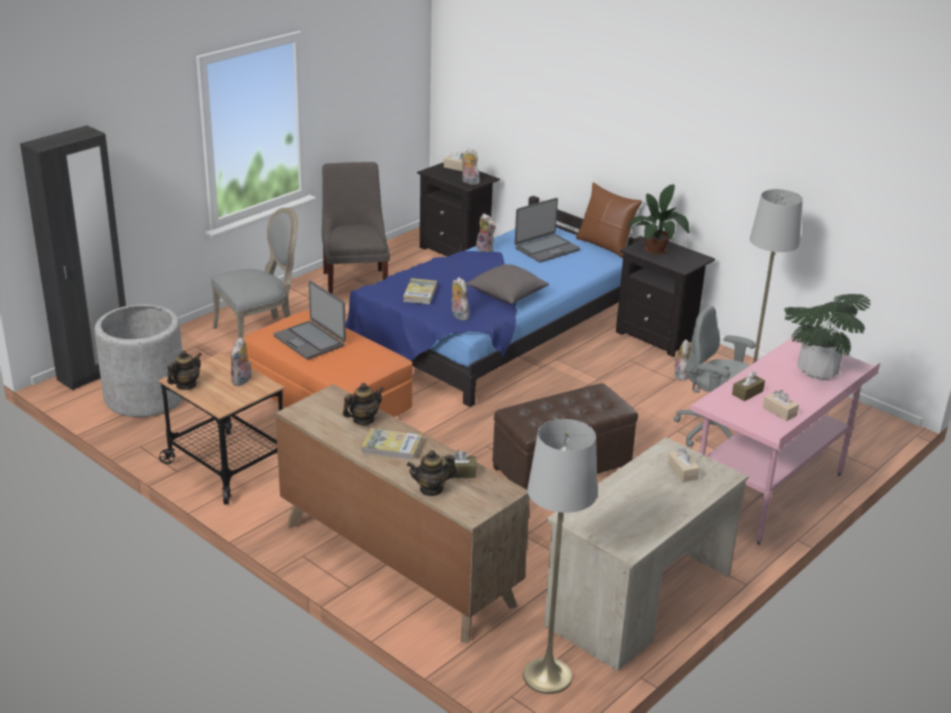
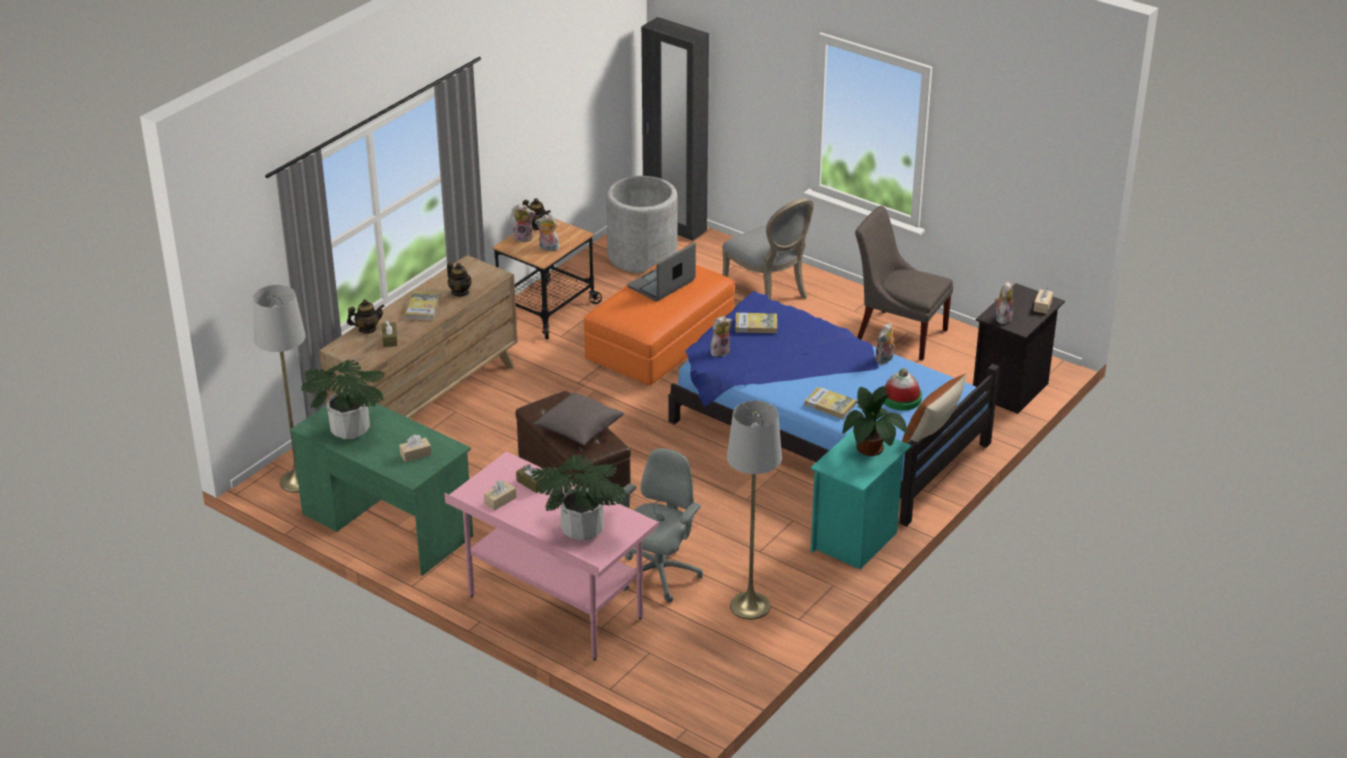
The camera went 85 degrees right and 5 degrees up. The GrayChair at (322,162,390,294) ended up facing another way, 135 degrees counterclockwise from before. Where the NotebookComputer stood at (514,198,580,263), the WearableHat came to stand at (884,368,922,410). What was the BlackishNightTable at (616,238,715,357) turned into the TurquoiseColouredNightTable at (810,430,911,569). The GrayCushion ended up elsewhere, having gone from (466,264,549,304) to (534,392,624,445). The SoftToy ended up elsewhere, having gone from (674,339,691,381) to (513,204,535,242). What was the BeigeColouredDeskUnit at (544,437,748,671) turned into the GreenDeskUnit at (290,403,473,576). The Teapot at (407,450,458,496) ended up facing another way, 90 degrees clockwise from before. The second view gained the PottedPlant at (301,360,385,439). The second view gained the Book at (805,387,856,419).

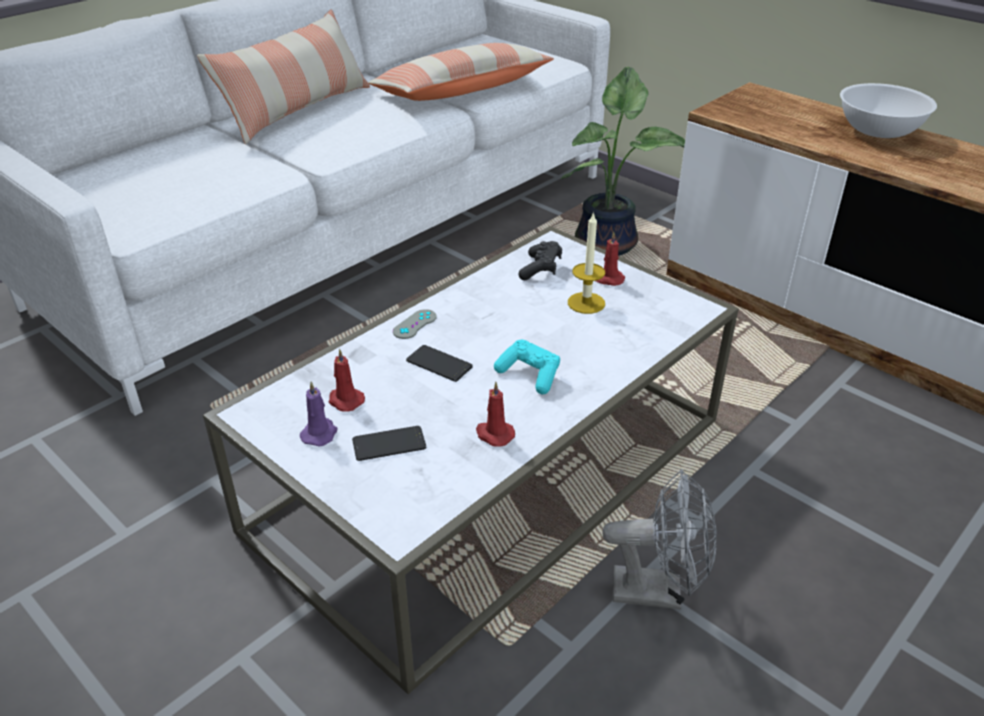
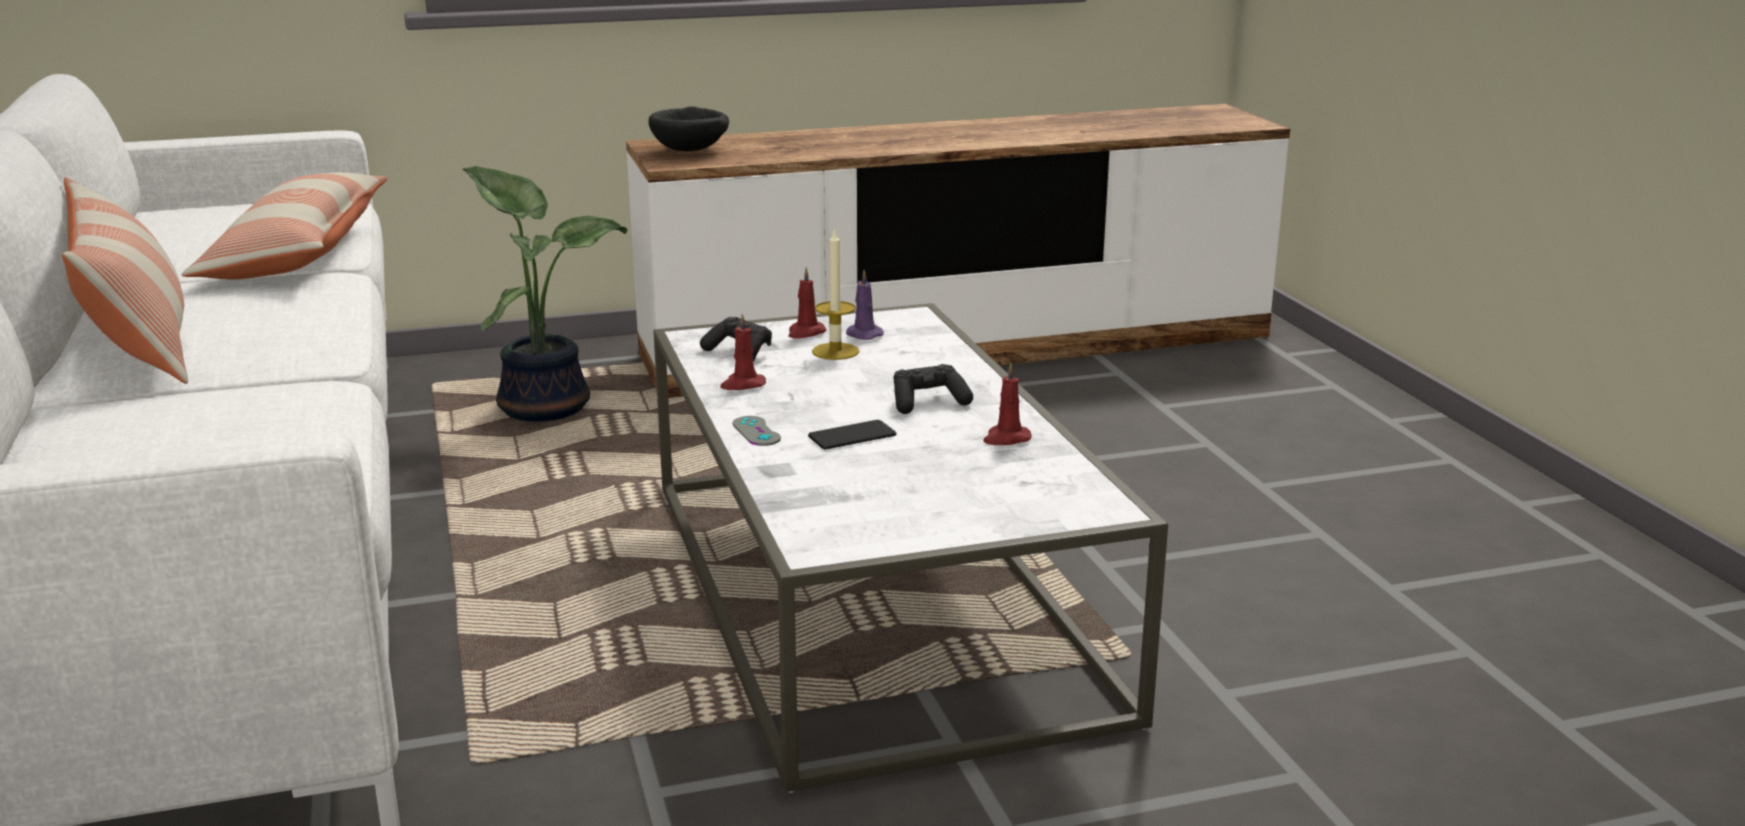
The camera went 60 degrees left and 15 degrees down. The second view lost the WhitishServingBowl at (840,83,937,138). What was the TurquoiseColouredGameController at (494,340,560,395) turned into the BlackishGameController at (893,364,973,414). The RedWaxLight ended up elsewhere, having gone from (328,348,365,412) to (720,314,766,390). The PurpleWaxLight ended up elsewhere, having gone from (300,381,337,446) to (846,270,884,340). The second view lost the Phone at (352,426,426,461). The second view lost the GrayFan at (602,469,717,609). The second view gained the BlackishServingBowl at (648,106,729,151).

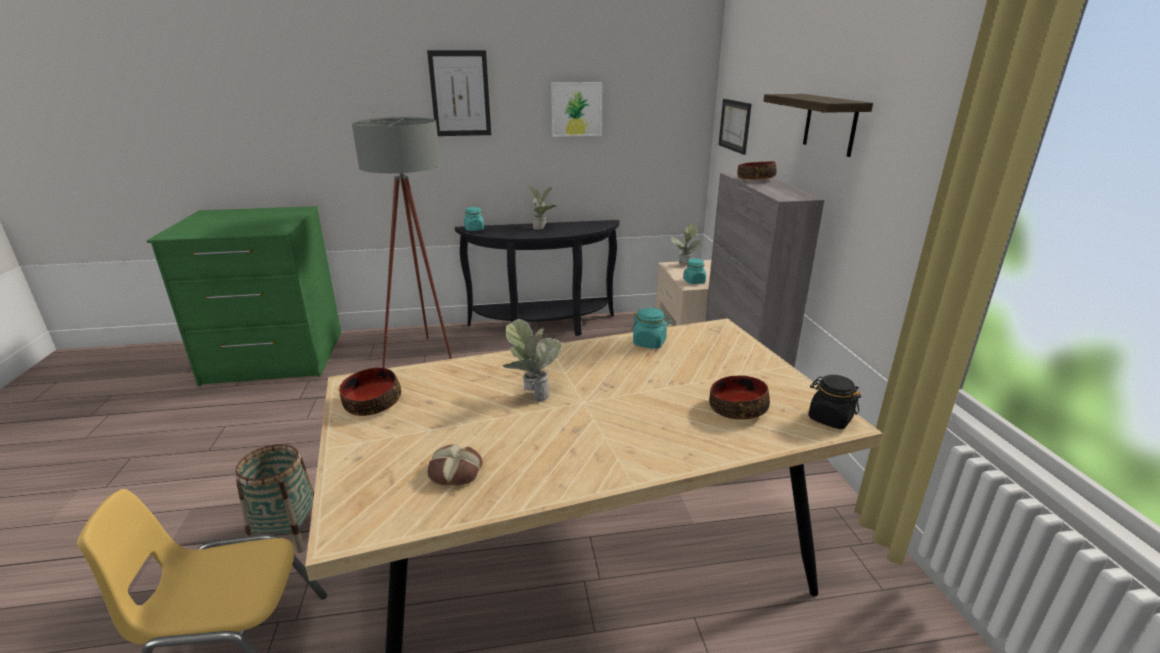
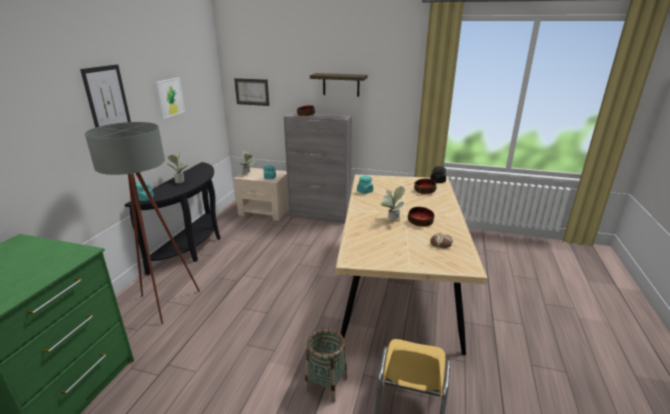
The camera went 65 degrees left and 0 degrees up. The ServingBowl ended up elsewhere, having gone from (339,367,401,416) to (408,207,434,227).

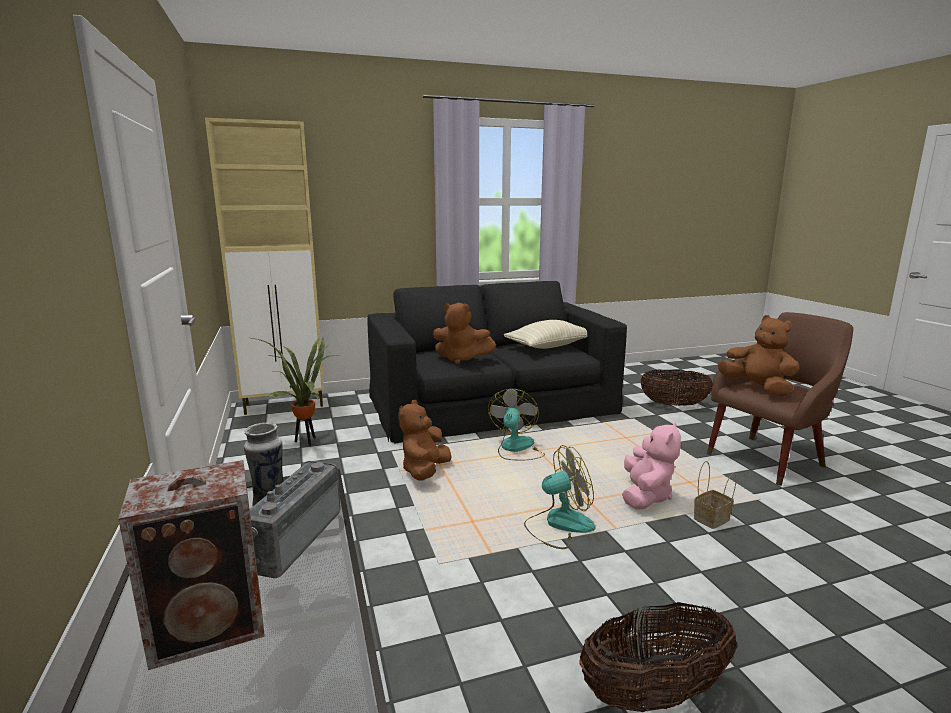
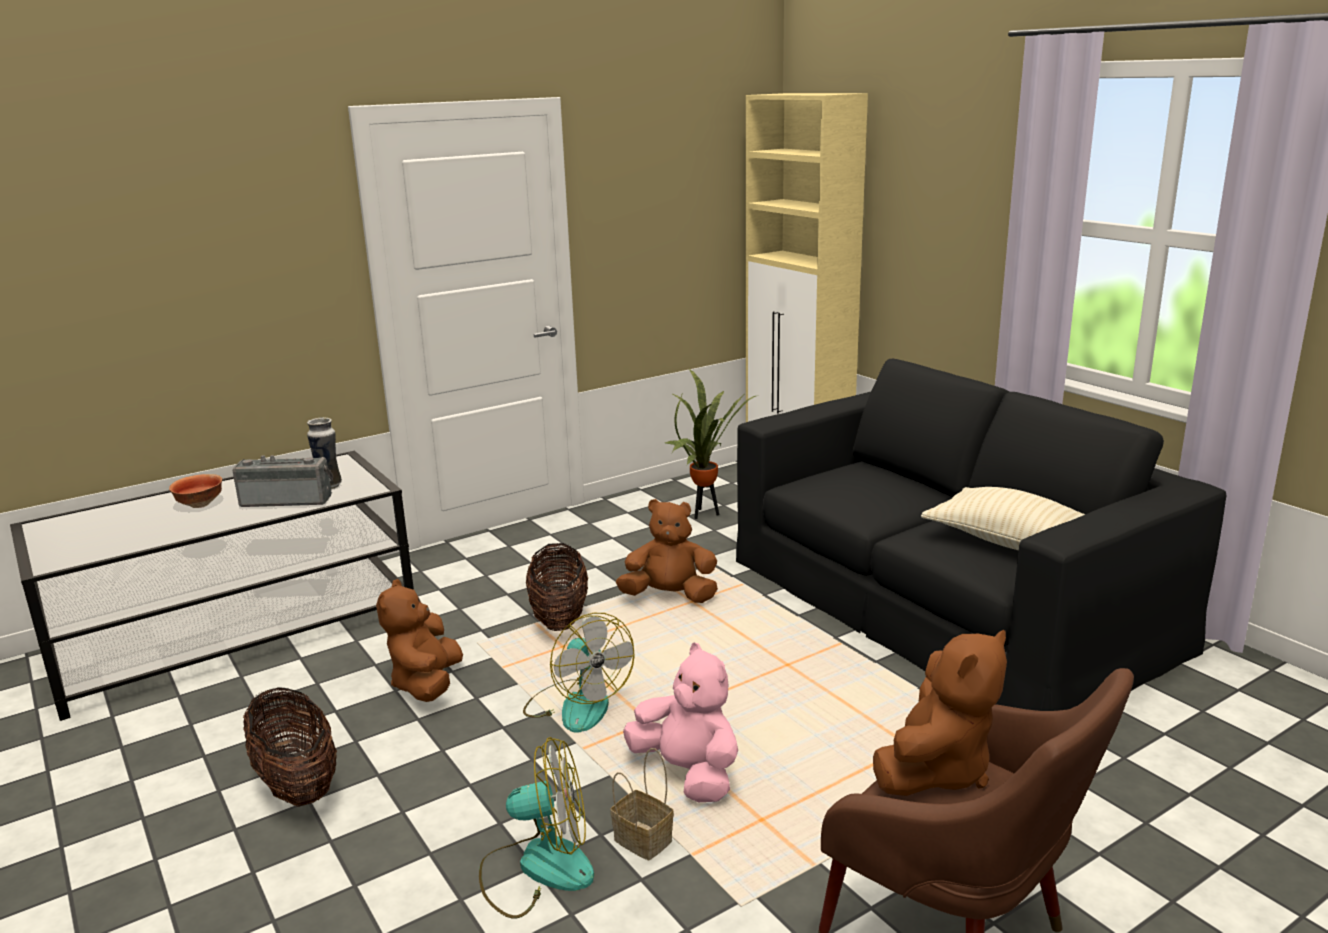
The camera went 75 degrees right and 5 degrees up. The BrownColouredSoftToy ended up elsewhere, having gone from (433,303,496,365) to (376,579,463,702). The Basket ended up elsewhere, having gone from (640,369,713,406) to (526,543,588,631). The Fan ended up elsewhere, having gone from (488,389,545,461) to (479,737,594,919). The PinkColouredSoftToy at (622,422,681,510) ended up facing another way, 135 degrees counterclockwise from before. Where the Loudspeaker stood at (118,460,265,670), the ServingBowl came to stand at (169,474,222,508).

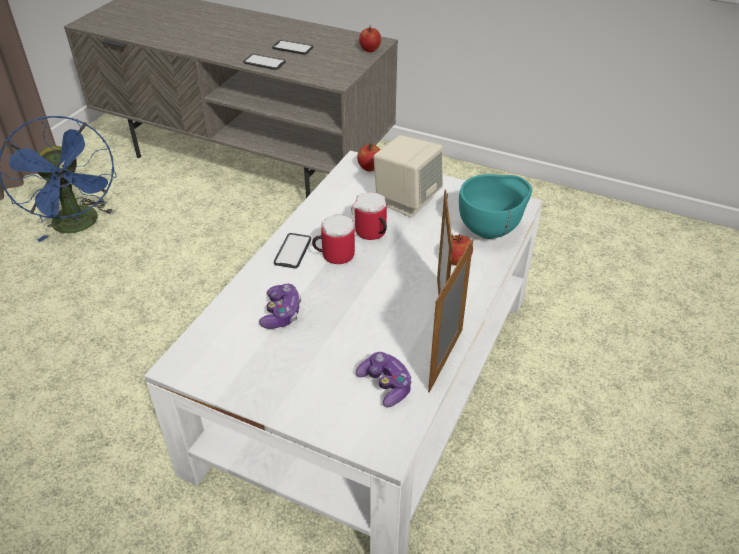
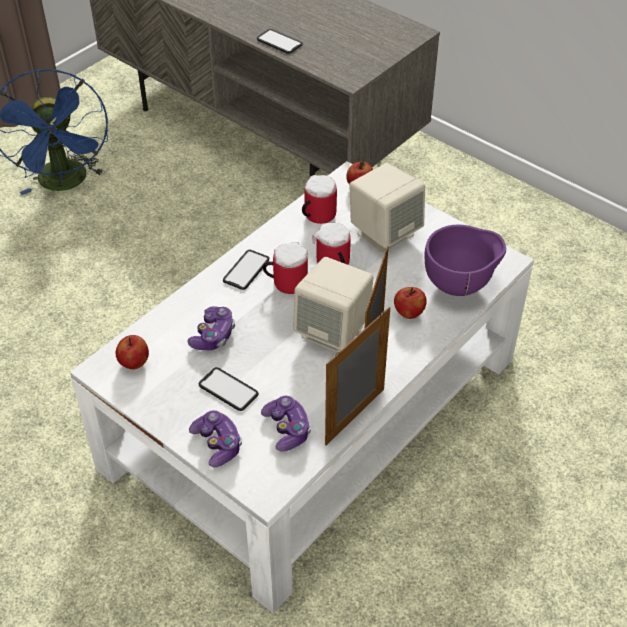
The camera went 15 degrees right and 5 degrees up. The WholeApple ended up elsewhere, having gone from (359,25,381,52) to (116,335,149,369). The Phone ended up elsewhere, having gone from (272,40,313,55) to (198,367,259,411). What was the TurquoiseColouredServingBowl at (459,174,532,239) turned into the PurpleServingBowl at (425,225,506,296). The second view gained the Mug at (302,175,337,224). The second view gained the BeigeColouredLoudspeaker at (293,257,374,353). The second view gained the GameController at (189,410,242,467).

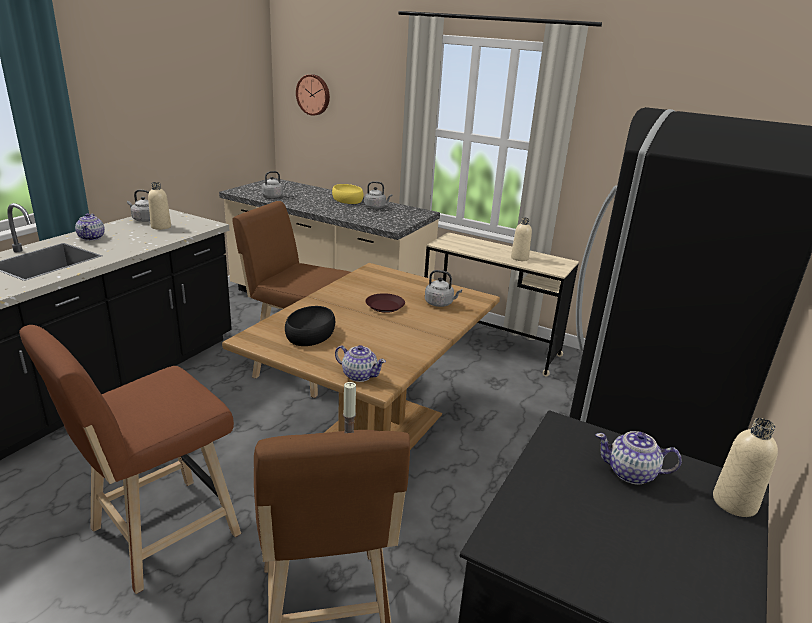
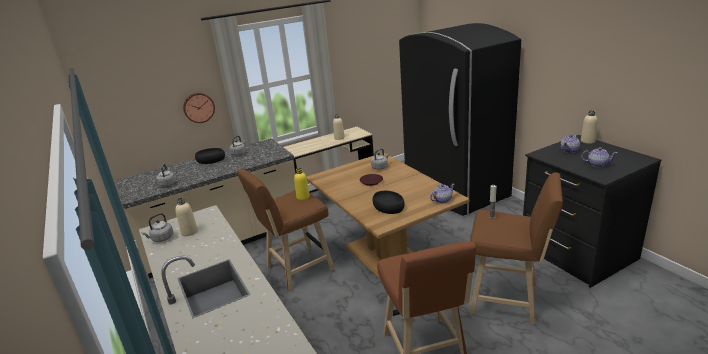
The camera went 55 degrees left and 0 degrees up. The WallClock ended up elsewhere, having gone from (296,74,330,116) to (183,93,215,123). What was the YellowishServingBowl at (332,184,364,204) turned into the BlackishServingBowl at (195,148,225,164). The Teapot ended up elsewhere, having gone from (75,213,105,241) to (581,147,617,167). The second view gained the YellowishDrinkBottle at (294,168,310,200).

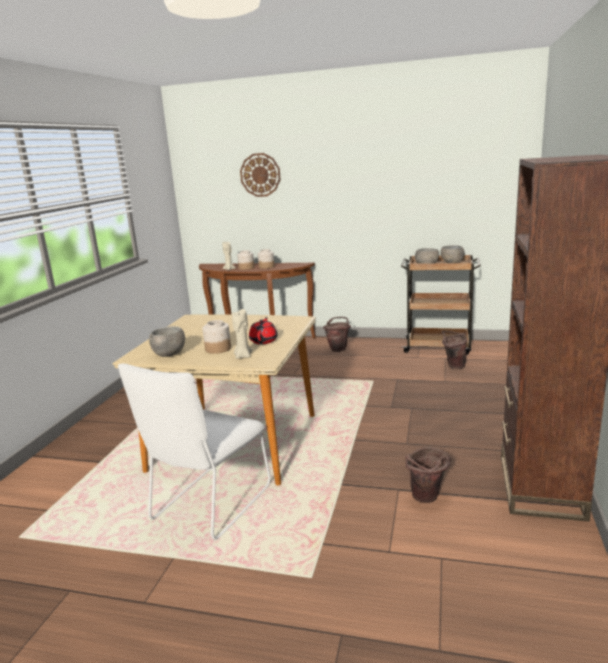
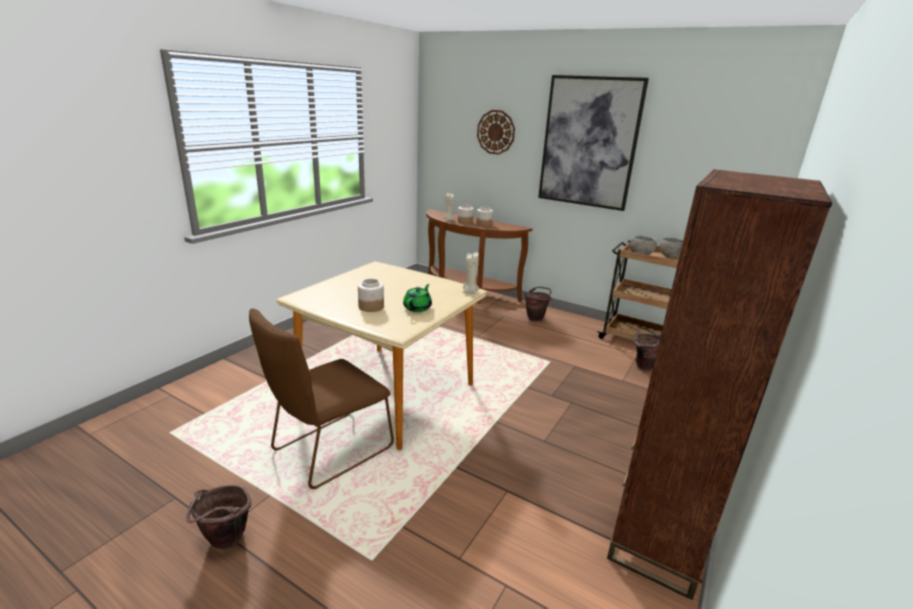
The camera went 15 degrees right and 5 degrees up. The BeigeColouredWaxLight ended up elsewhere, having gone from (232,309,252,359) to (463,252,479,294). What was the RedTeapot at (249,317,278,344) turned into the GreenTeapot at (403,284,432,312). The second view lost the GrayServingBowl at (149,326,185,357). What was the WhitishChair at (118,363,271,540) turned into the BrownColouredChair at (249,309,394,489). The BrownColouredWaterBucket ended up elsewhere, having gone from (405,447,451,503) to (186,485,252,549). The second view gained the WallArt at (538,75,649,211).

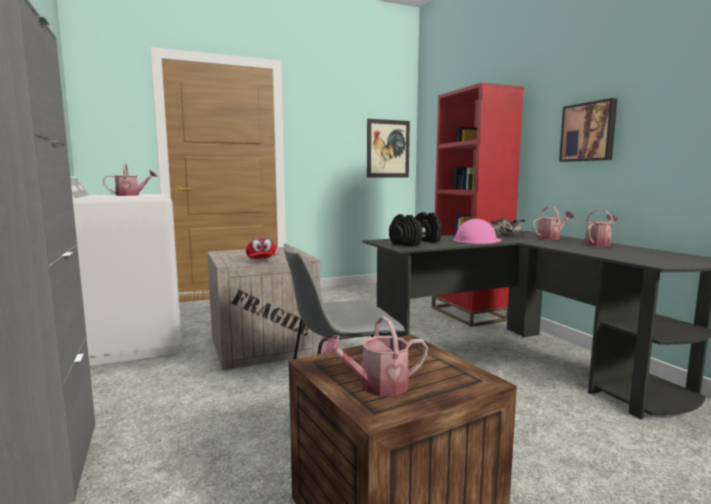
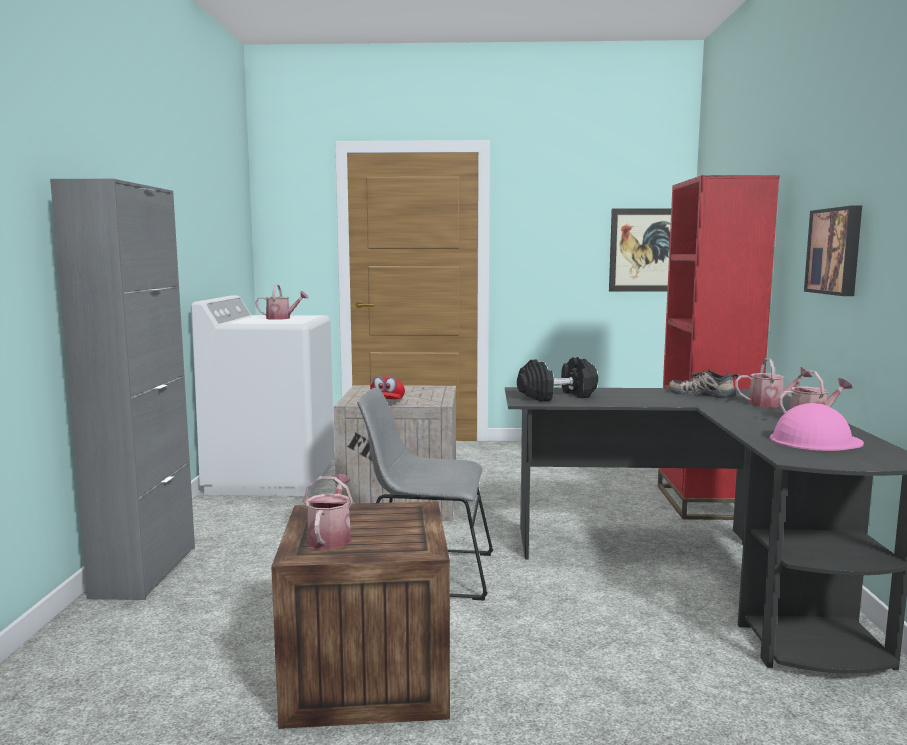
The camera went 25 degrees right and 0 degrees up. The PinkColouredSafetyHelmet ended up elsewhere, having gone from (453,219,501,244) to (770,403,864,451). The SprinklingCan at (322,316,428,396) ended up facing another way, 90 degrees clockwise from before.

